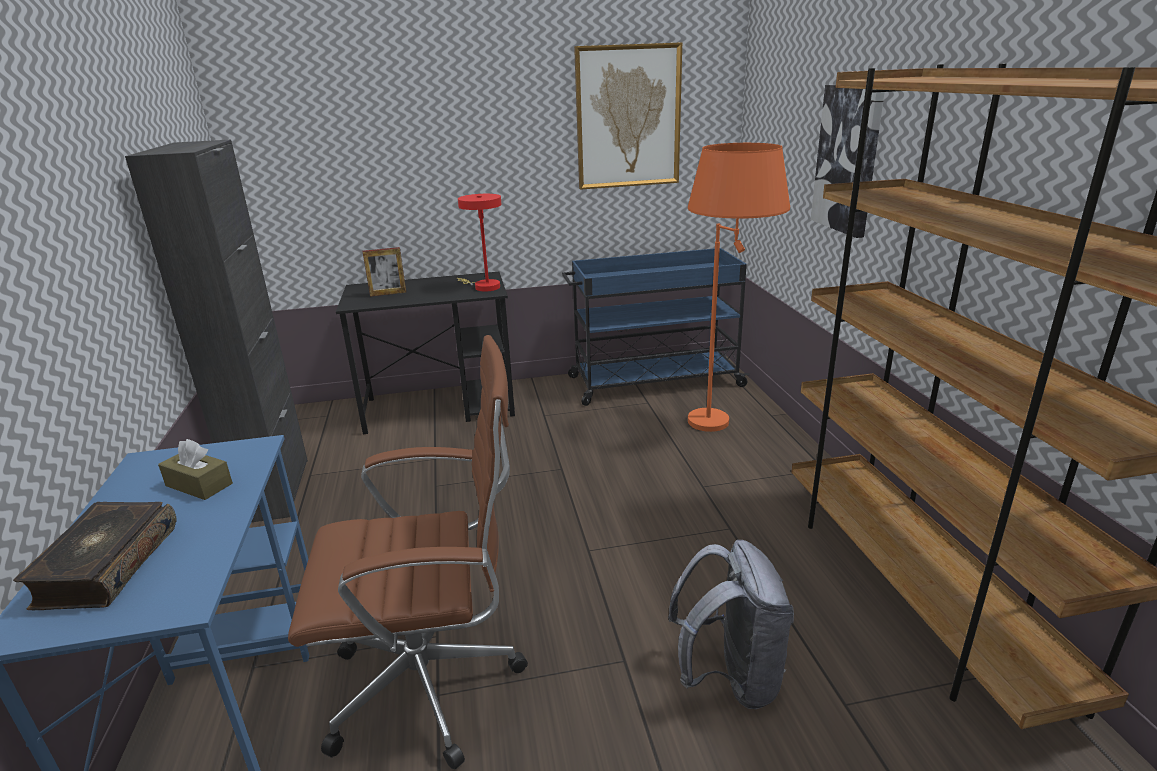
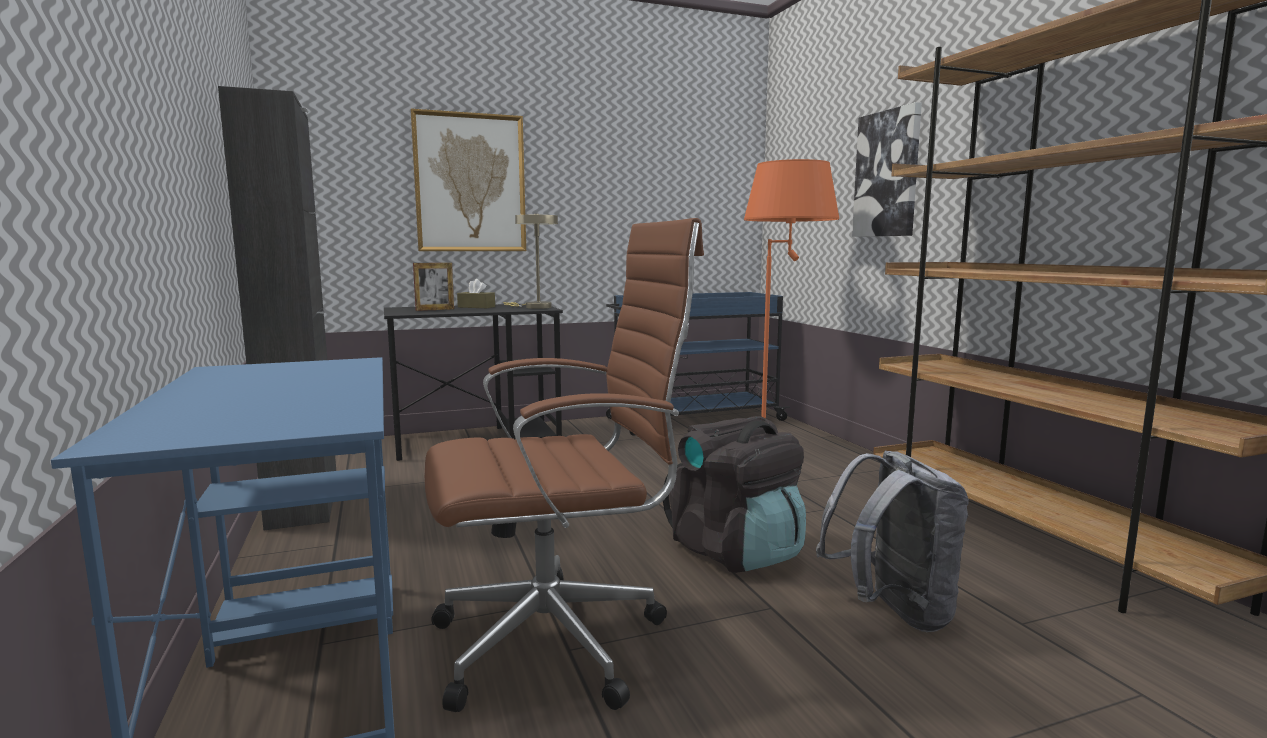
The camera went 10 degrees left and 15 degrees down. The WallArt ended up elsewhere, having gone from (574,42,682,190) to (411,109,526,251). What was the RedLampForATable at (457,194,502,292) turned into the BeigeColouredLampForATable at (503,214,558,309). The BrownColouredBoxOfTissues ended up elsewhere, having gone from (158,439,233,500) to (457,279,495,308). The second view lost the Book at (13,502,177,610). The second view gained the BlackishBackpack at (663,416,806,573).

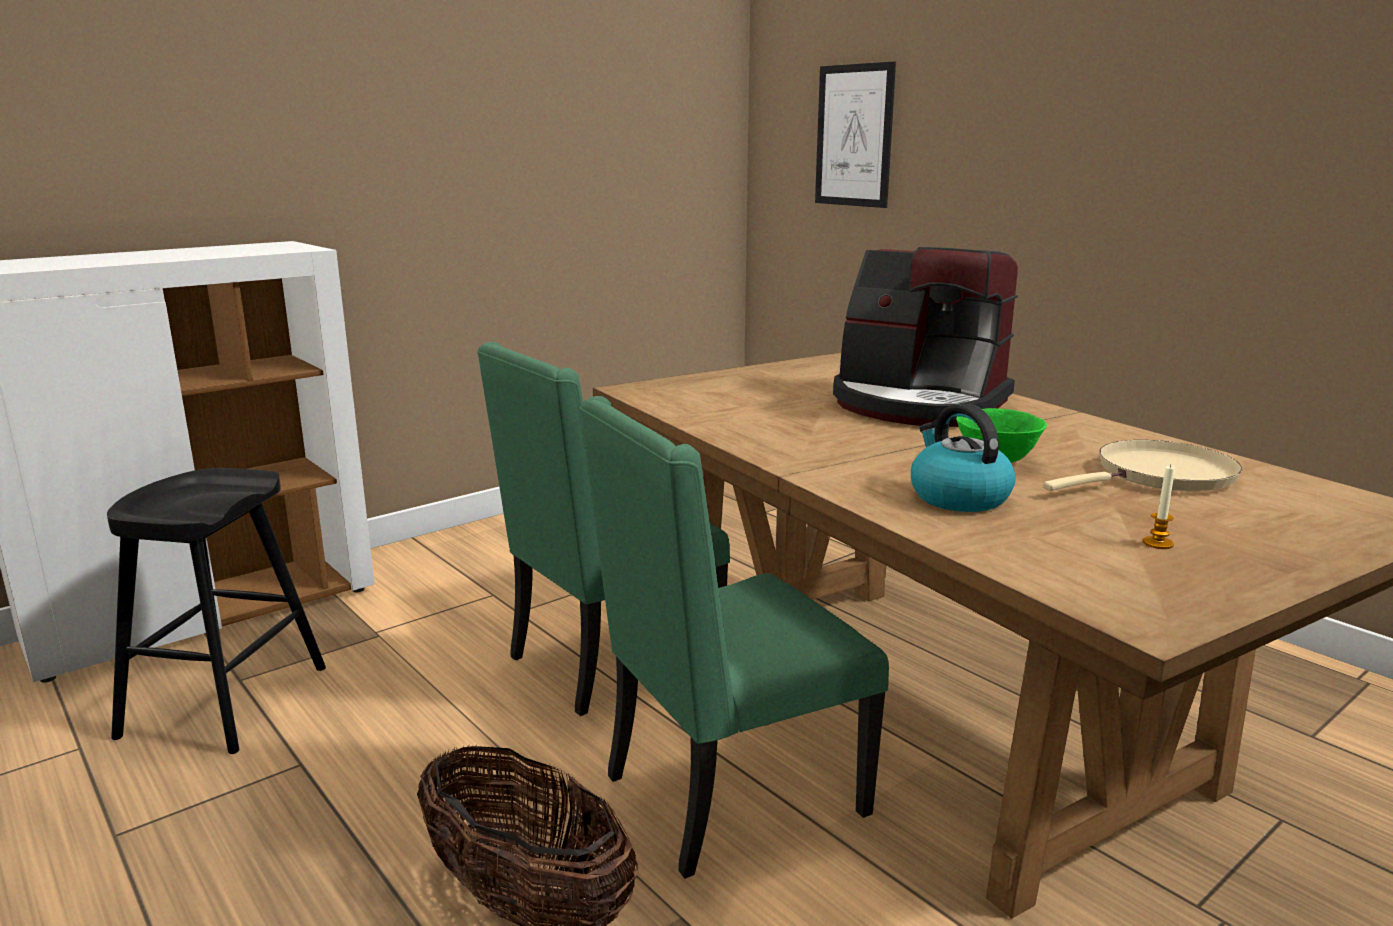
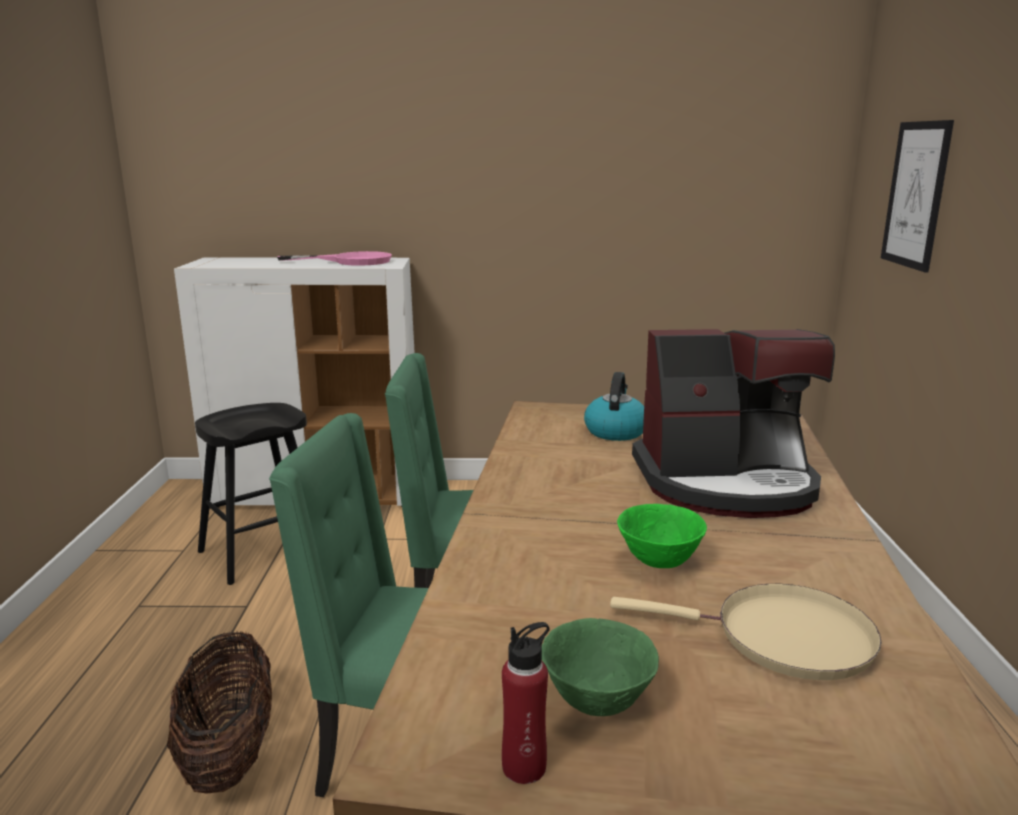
The camera went 40 degrees right and 0 degrees up. The CoffeeBrewer at (833,247,1018,427) ended up facing another way, 75 degrees counterclockwise from before. The Kettle ended up elsewhere, having gone from (911,403,1016,512) to (584,372,644,441). Where the WaxLight stood at (1143,465,1175,549), the GreenServingBowl came to stand at (542,618,659,716). The second view gained the PinkColouredPan at (277,251,392,266). The second view gained the RedDrinkBottle at (502,622,550,784).

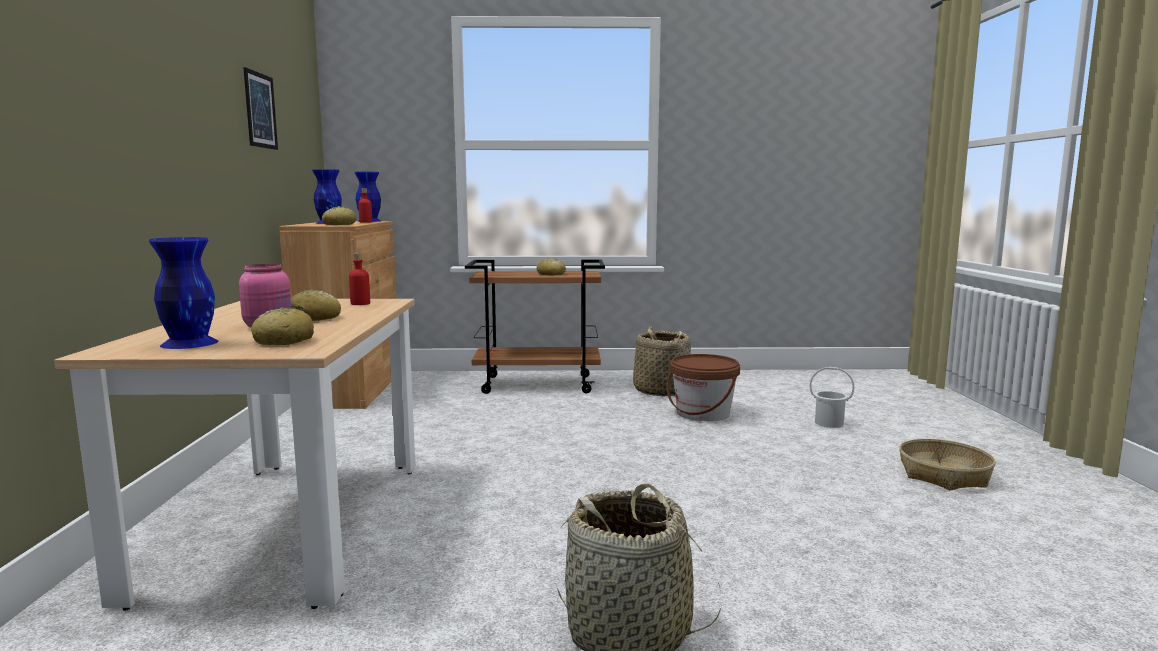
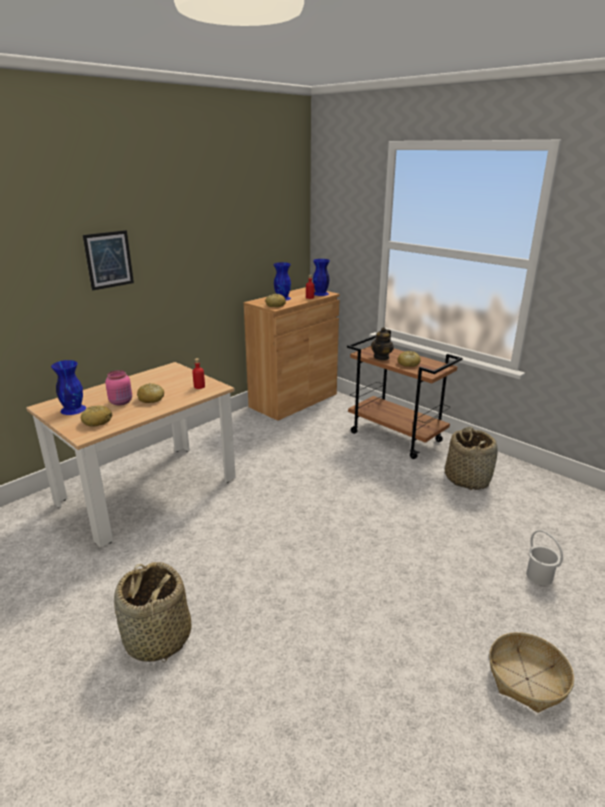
The camera went 45 degrees right and 15 degrees up. The WallArt ended up elsewhere, having gone from (243,67,278,150) to (83,230,134,291). The second view lost the BrownColouredWaterBucket at (667,354,740,421). The second view gained the Teapot at (371,327,394,360).

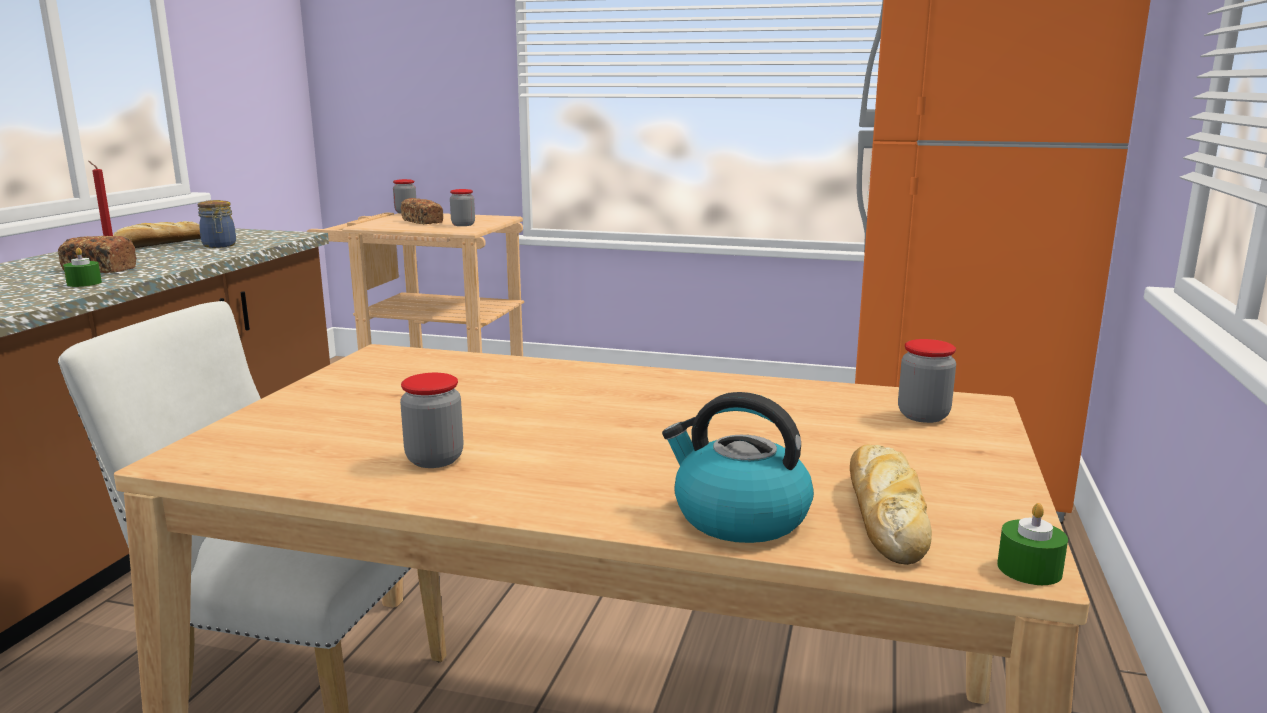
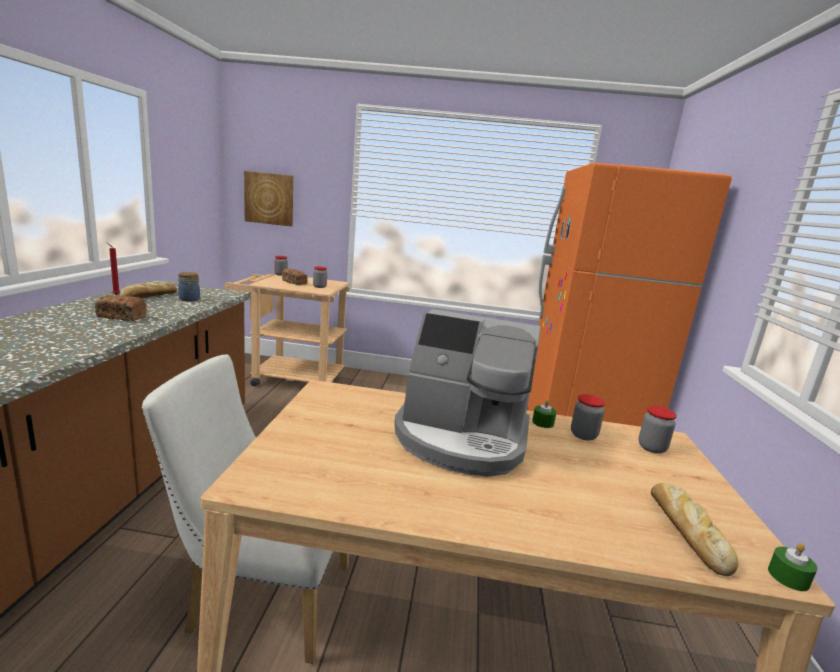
The camera went 10 degrees left and 0 degrees up. The GreenWaxLight ended up elsewhere, having gone from (63,247,102,287) to (532,399,557,428). The StorageJar ended up elsewhere, having gone from (400,373,463,468) to (571,394,605,441). The second view lost the Kettle at (662,392,814,543). The second view gained the WallArt at (244,171,293,226). The second view gained the CoffeeBrewer at (394,309,541,477).

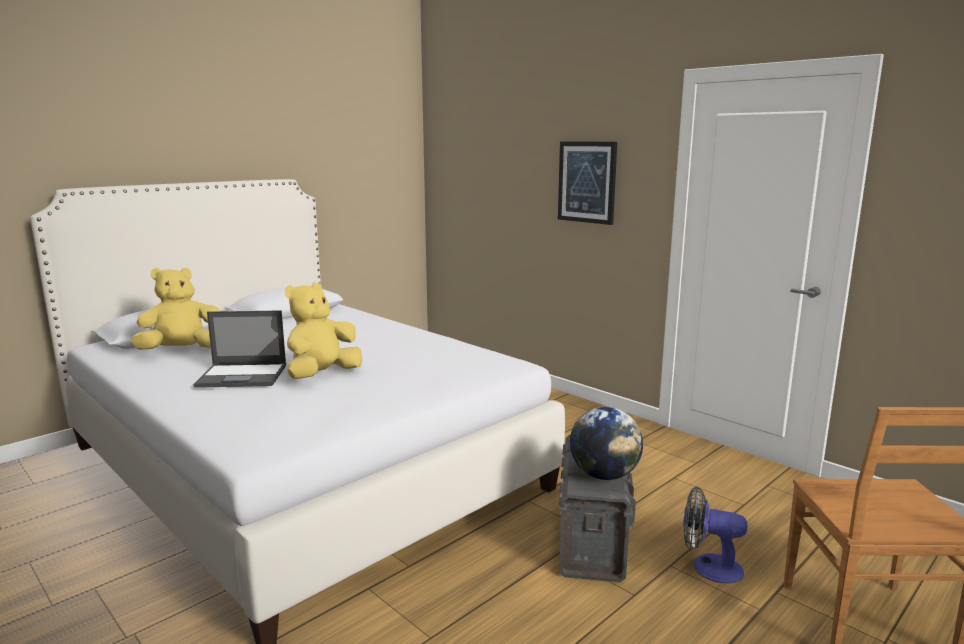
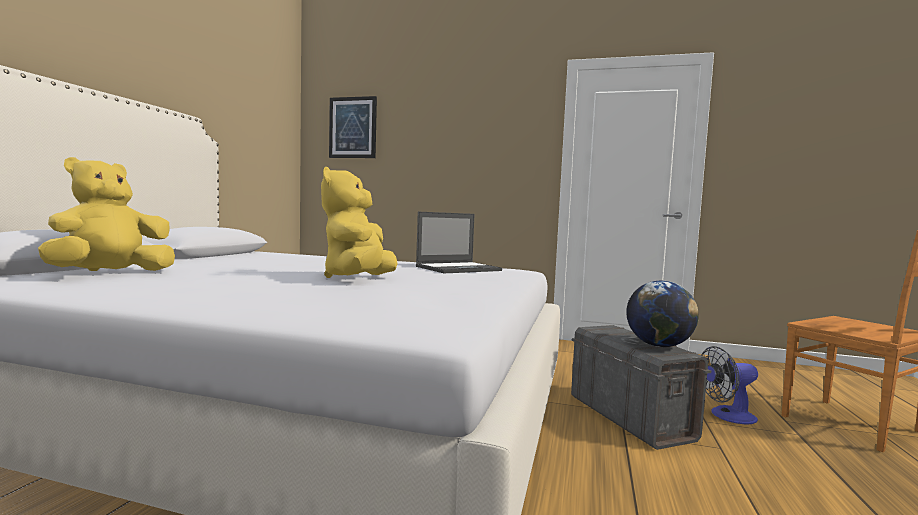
The camera went 30 degrees left and 10 degrees down. The WallArt ended up elsewhere, having gone from (558,142,617,225) to (329,96,377,158). The NotebookComputer ended up elsewhere, having gone from (193,310,286,388) to (416,212,502,273).

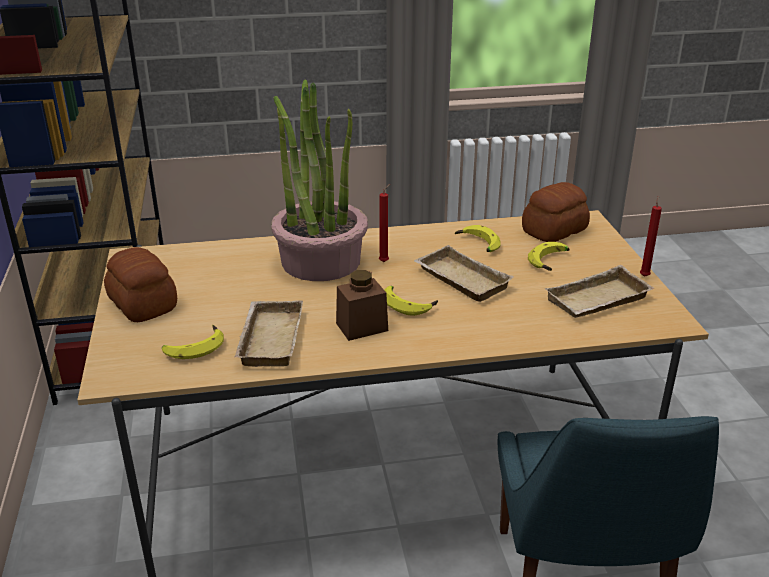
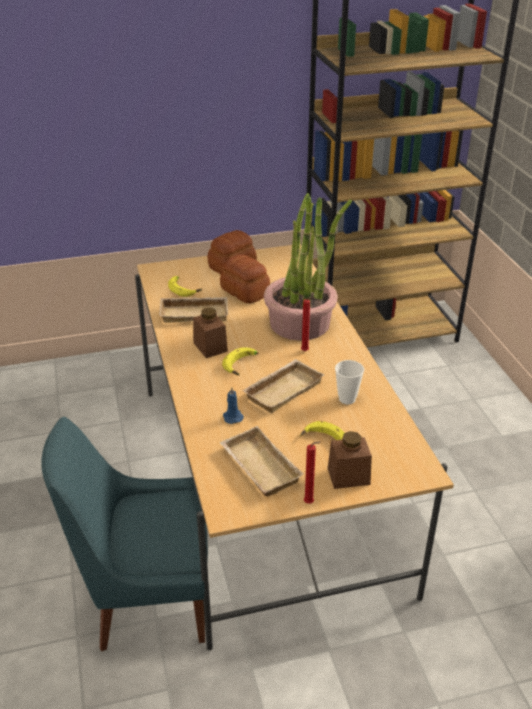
The camera went 85 degrees right and 5 degrees up. The BakedBread ended up elsewhere, having gone from (522,182,590,242) to (220,255,270,303). Where the BananaFruit stood at (455,225,501,252), the DrinkingCup came to stand at (335,360,364,404). The second view gained the BluishWaxLight at (223,388,244,424). The second view gained the BrownColouredStorageJar at (328,431,372,489).

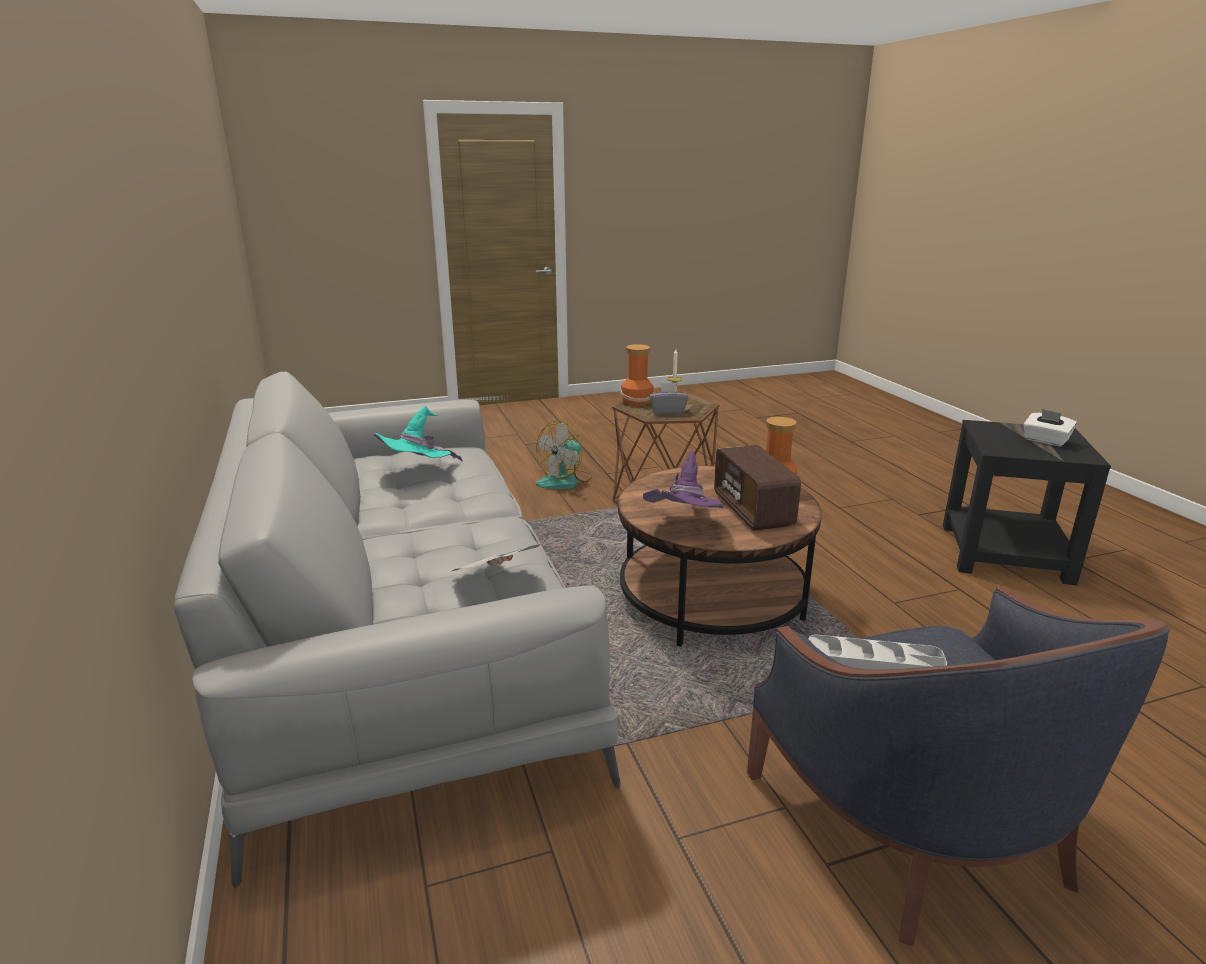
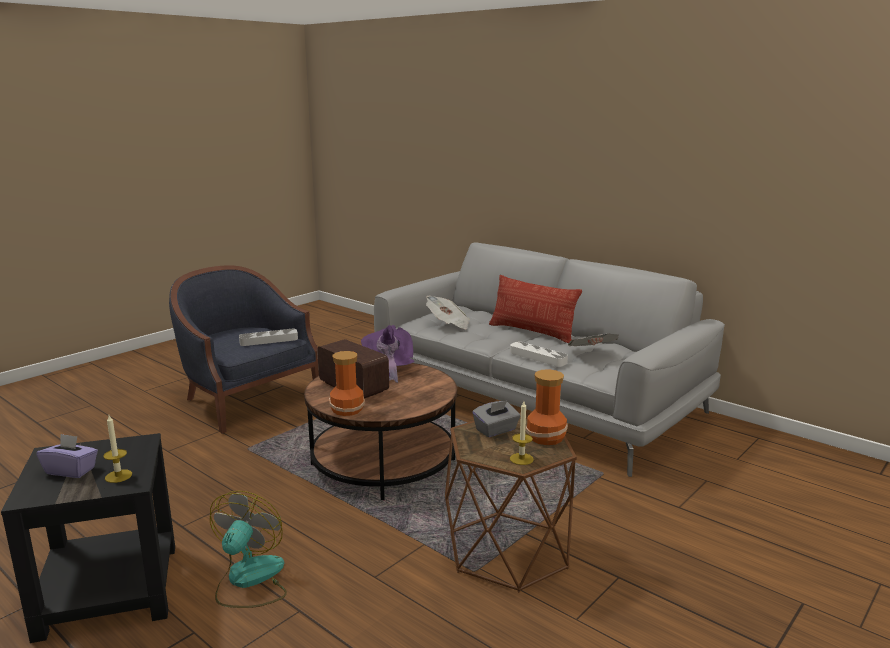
The camera went 150 degrees right and 5 degrees down. Where the TurquoiseColouredWearableHat stood at (374,406,463,461), the Newspaper came to stand at (568,334,619,346). What was the WhitishBoxOfTissues at (1023,409,1077,447) turned into the PurpleBoxOfTissues at (37,434,98,478). The Fan ended up elsewhere, having gone from (536,420,592,489) to (210,491,287,608). The second view gained the Cushion at (489,275,582,343). The second view gained the WhitishServingTray at (510,342,568,367). The second view gained the WaxLight at (103,415,132,483).

